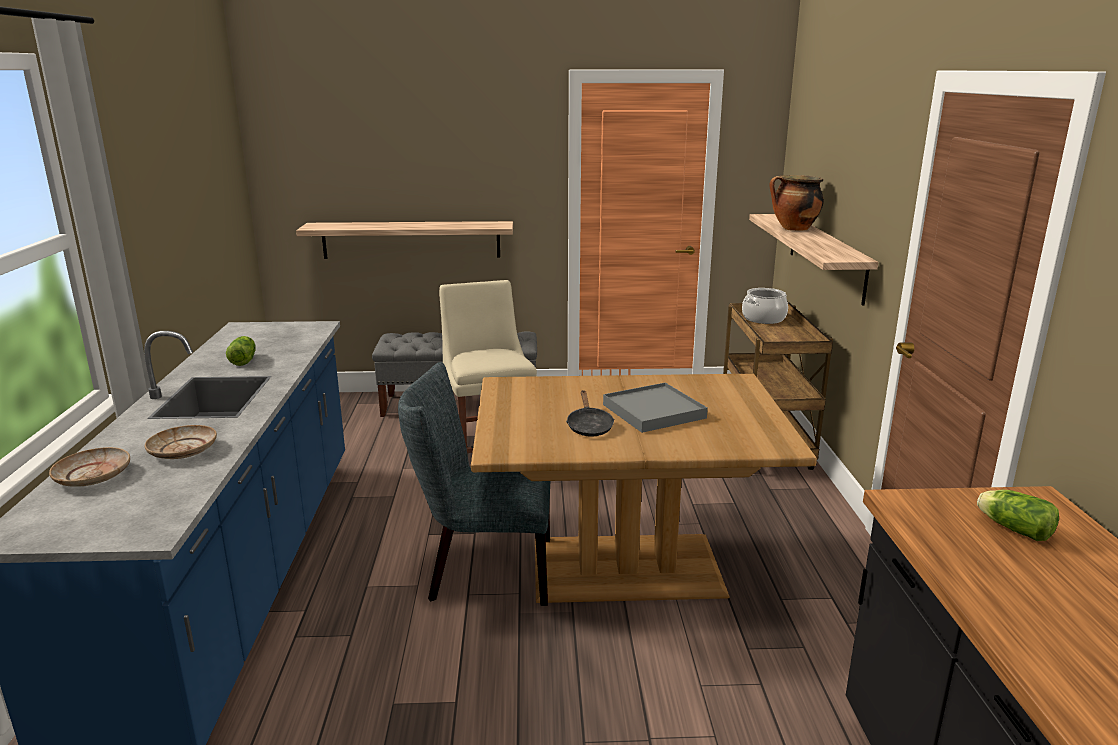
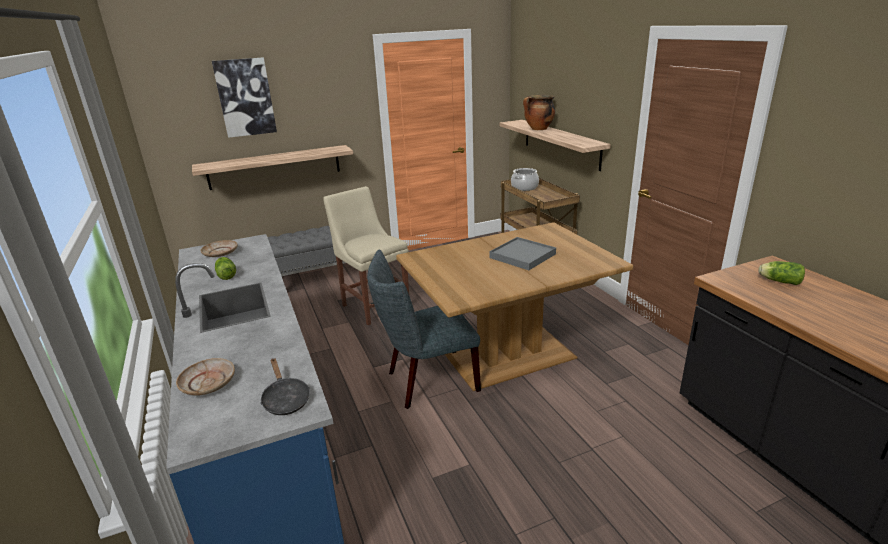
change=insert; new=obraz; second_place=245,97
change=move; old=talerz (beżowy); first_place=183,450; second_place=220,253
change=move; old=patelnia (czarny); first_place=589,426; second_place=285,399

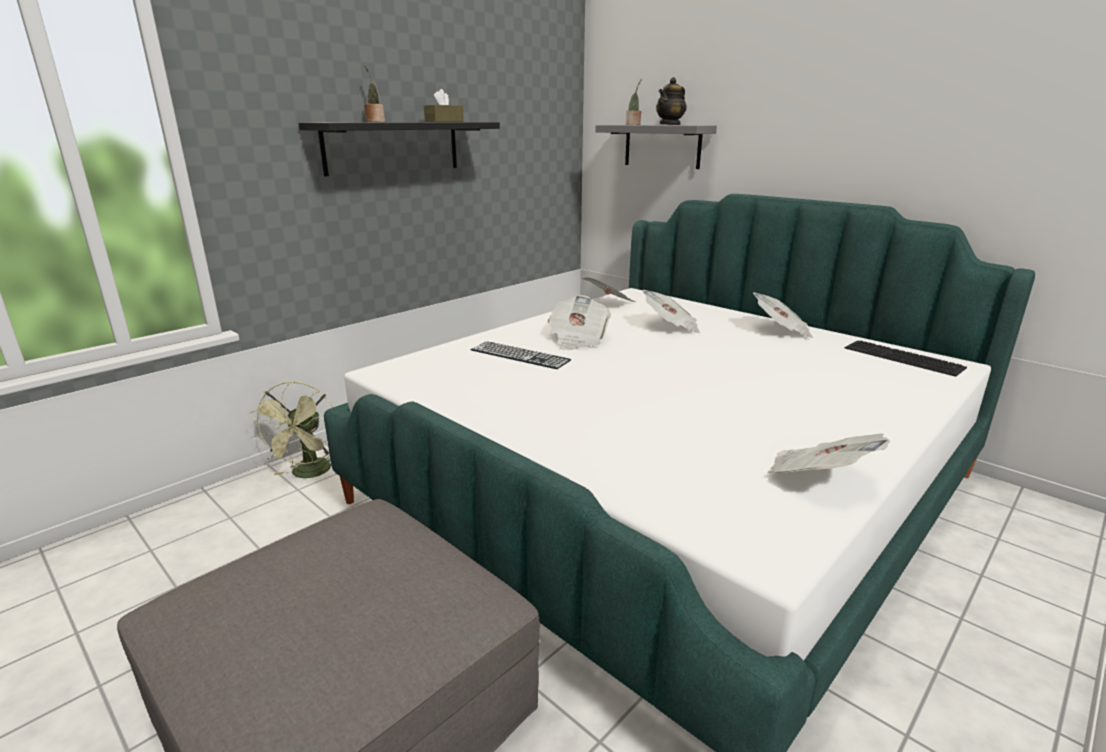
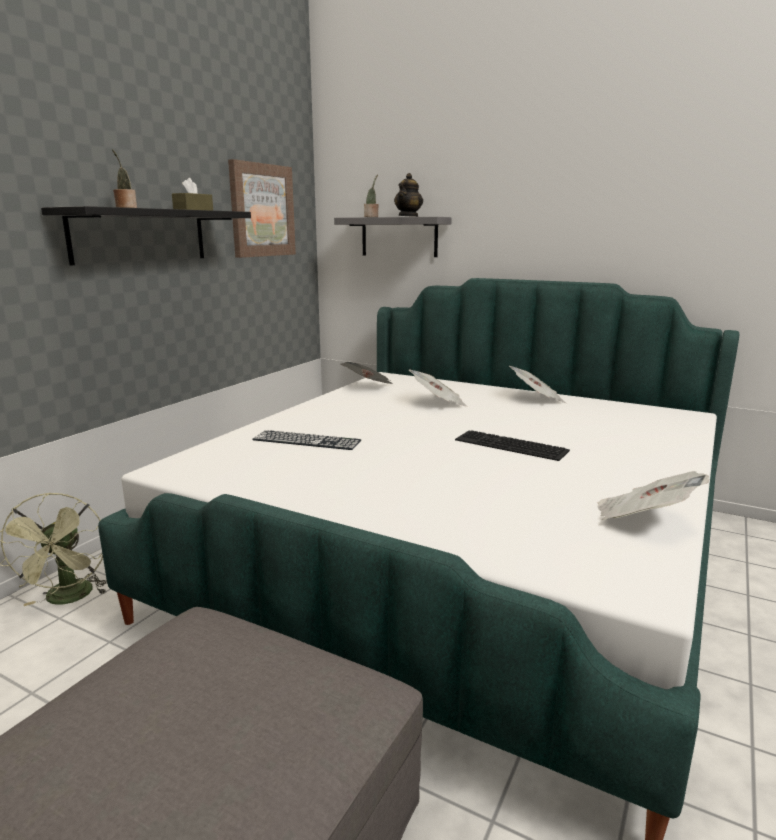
change=delete; old=gazeta; first_place=577,340
change=insert; new=obraz; second_place=262,210
change=move; old=klawiatura; first_place=901,358; second_place=509,445

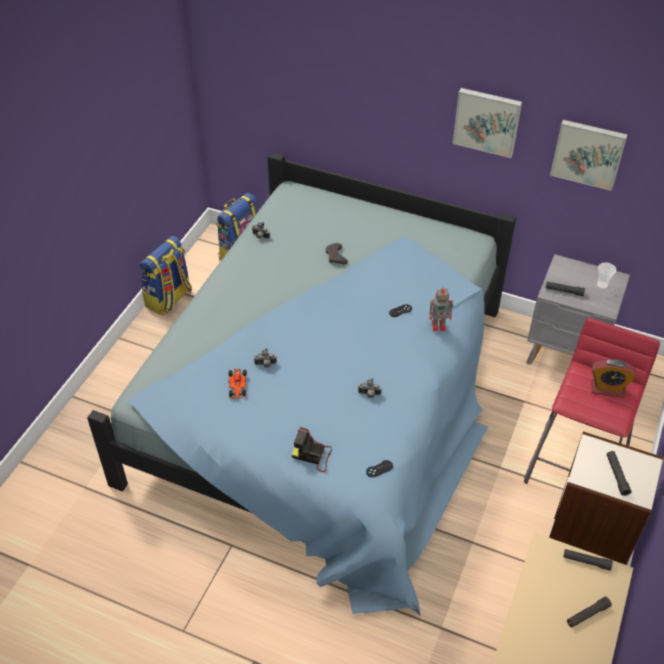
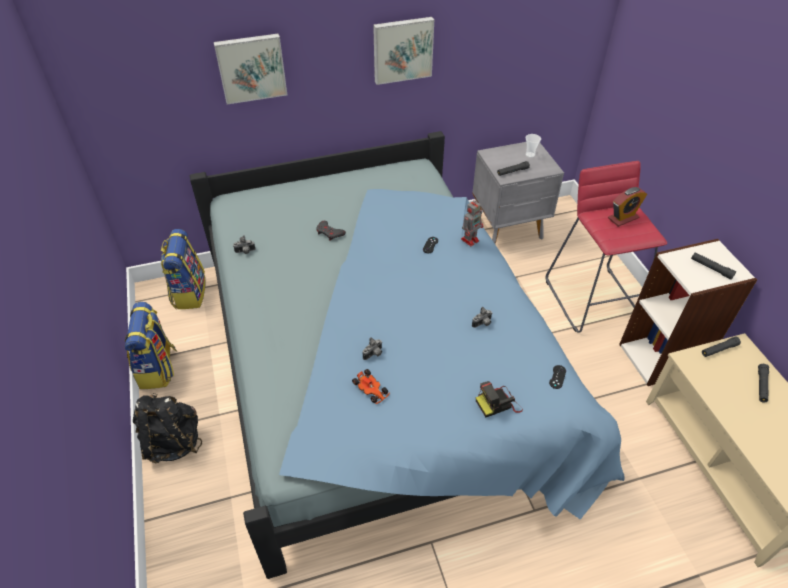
change=insert; new=plecak (czarny); second_place=173,442
change=move; old=obraz; first_place=588,153; second_place=251,67

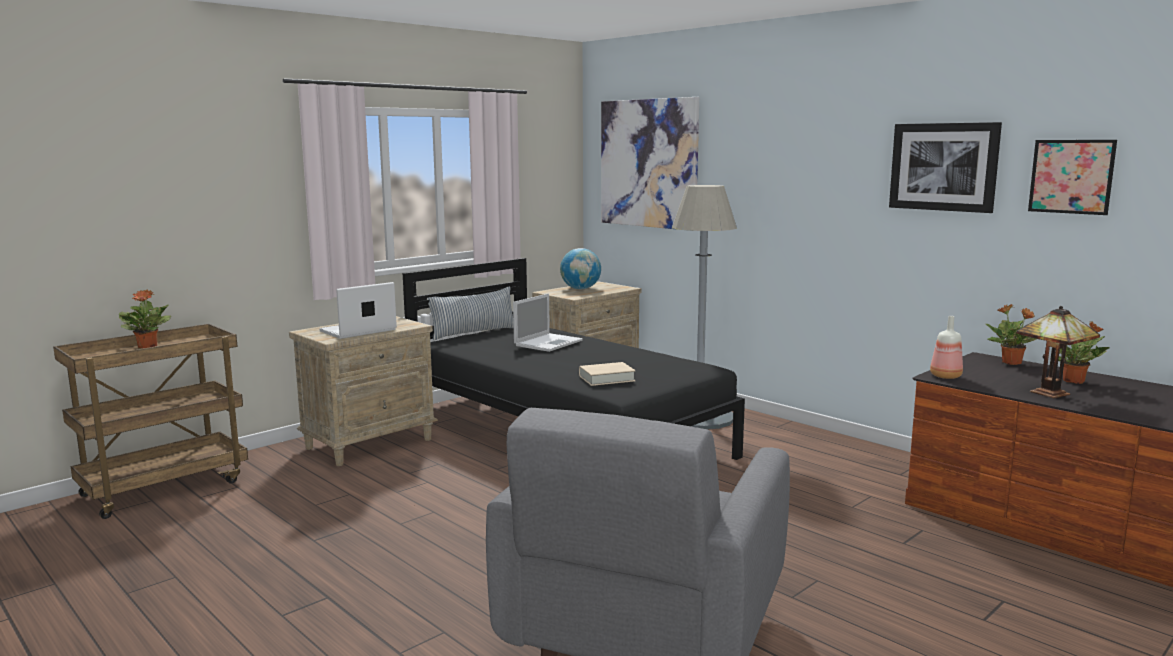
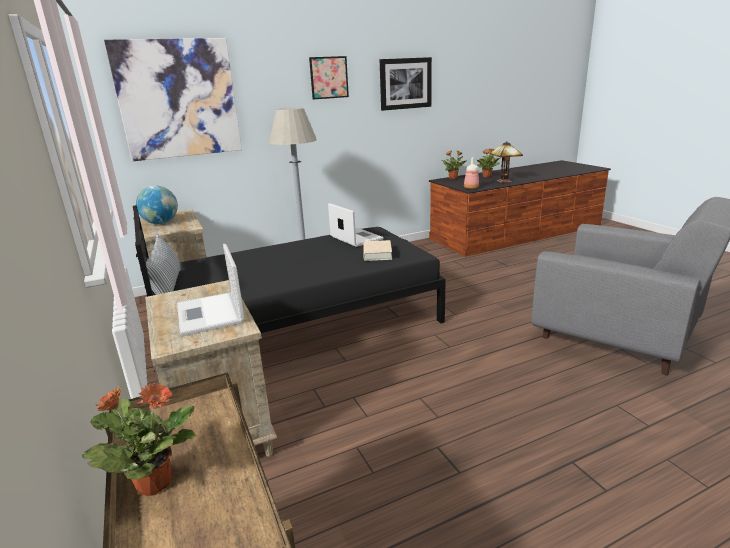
change=move; old=laptop; first_place=549,343; second_place=355,238
change=move; old=obraz; first_place=1071,176; second_place=329,77

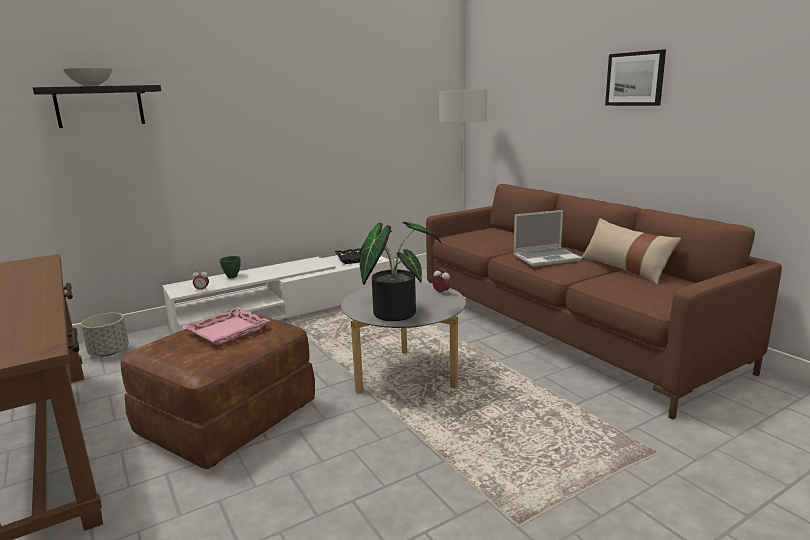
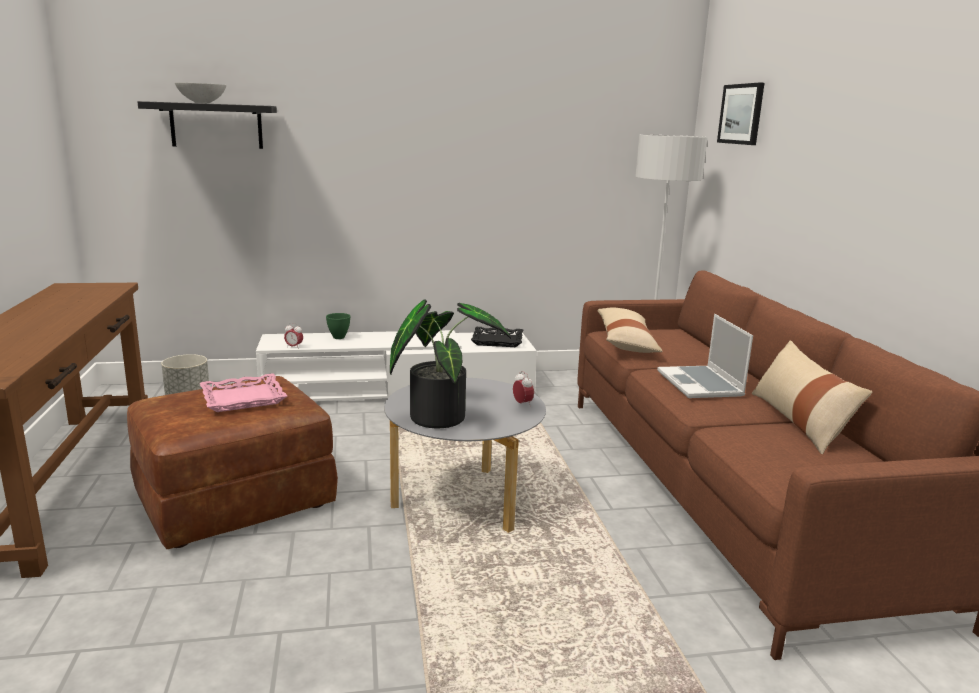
change=insert; new=poduszka (beżowy); second_place=626,342
change=move; old=obraz; first_place=635,79; second_place=741,114
change=rotate; old=laptop; first_place=546,258; second_place=701,384; degrees=75

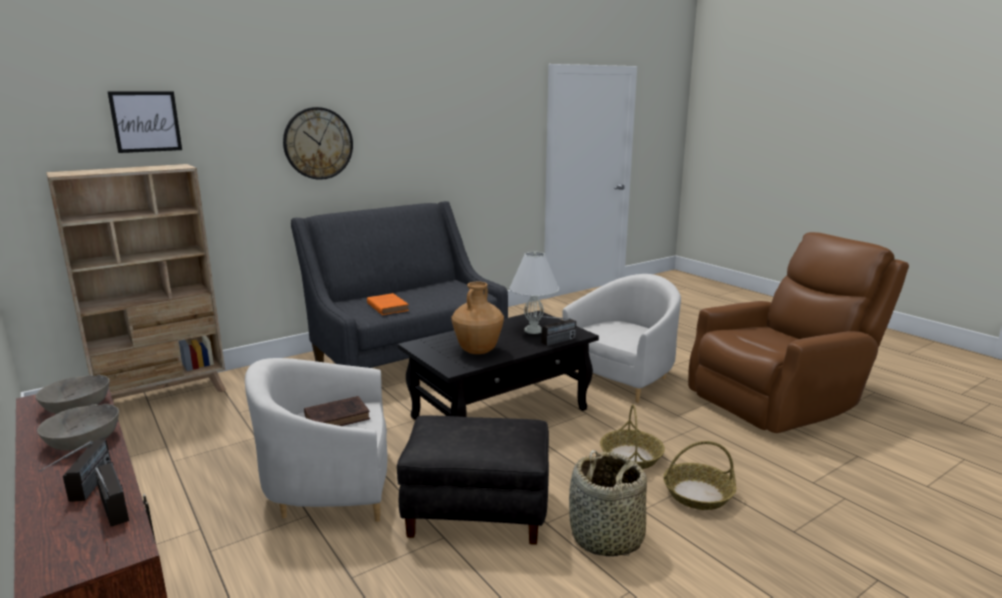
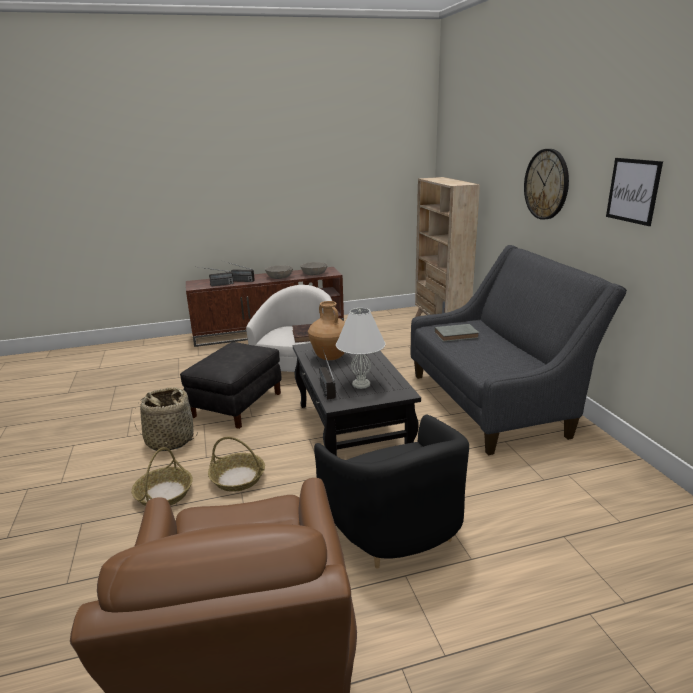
change=move; old=obraz; first_place=146,121; second_place=633,191
change=recolor; old=książka (pomarańczowy); new=książka (szary); first_place=387,307; second_place=457,335
change=recolor; old=fotel (biały); new=fotel (czarny); first_place=622,376; second_place=396,529

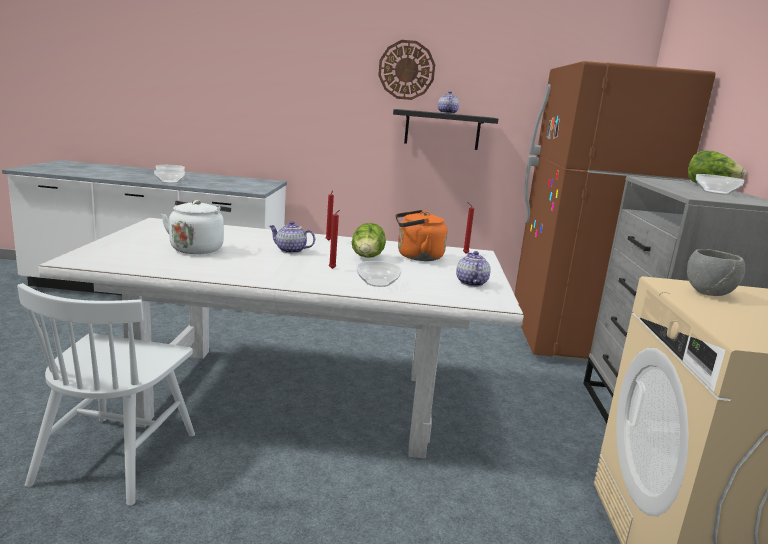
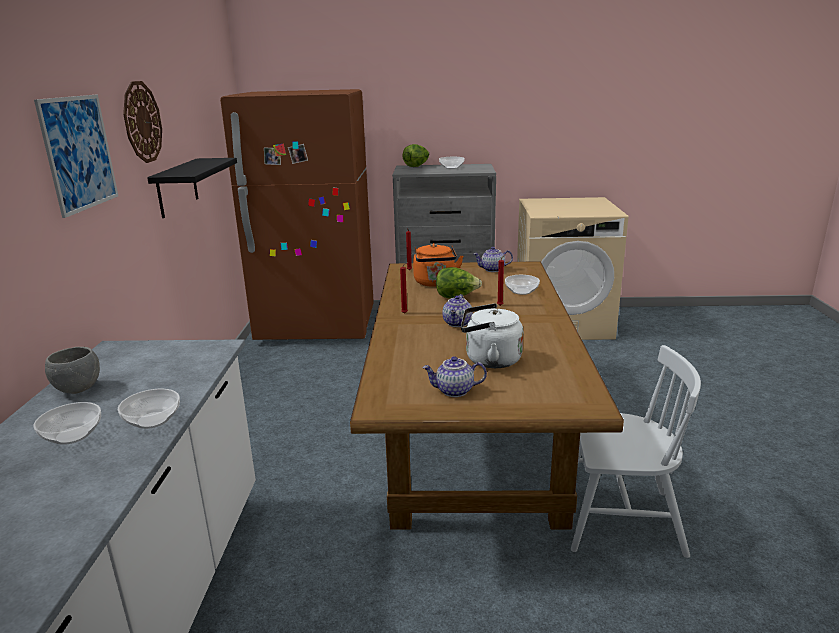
change=insert; new=obraz; second_place=79,153
change=move; old=imbryk; first_place=446,113; second_place=454,391
change=move; old=miska (szary); first_place=709,294; second_place=78,389
change=recolor; old=stół jadalny (biały); new=stół jadalny (brązowy); first_place=293,397; second_place=472,445

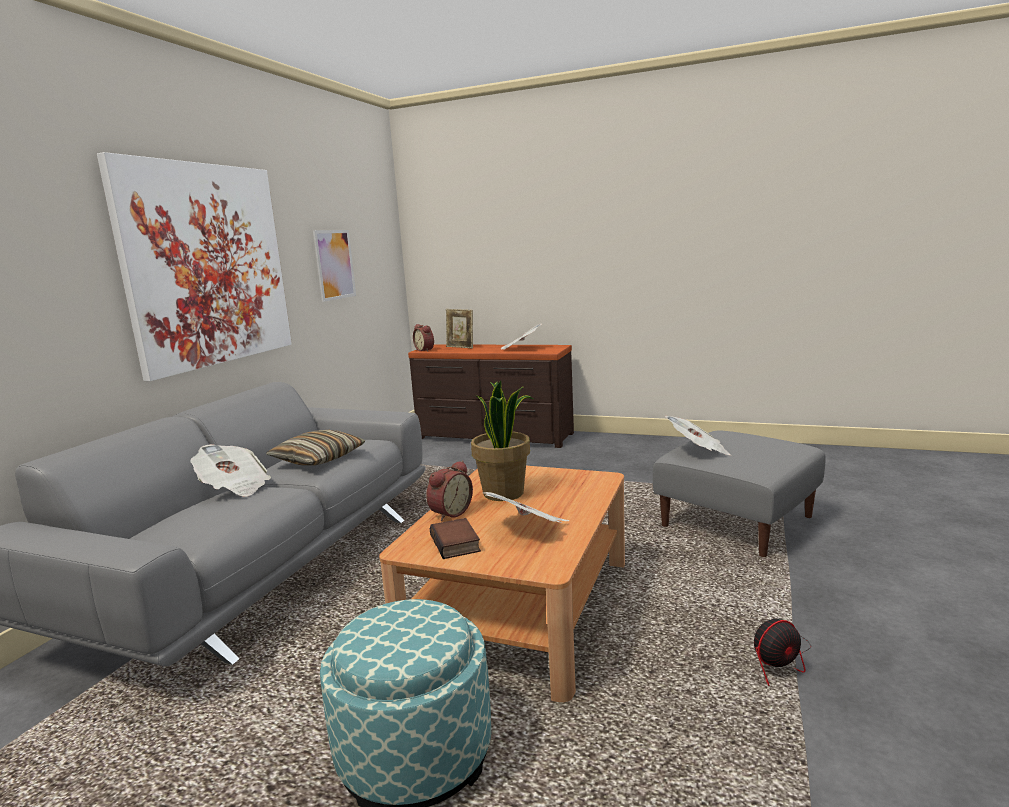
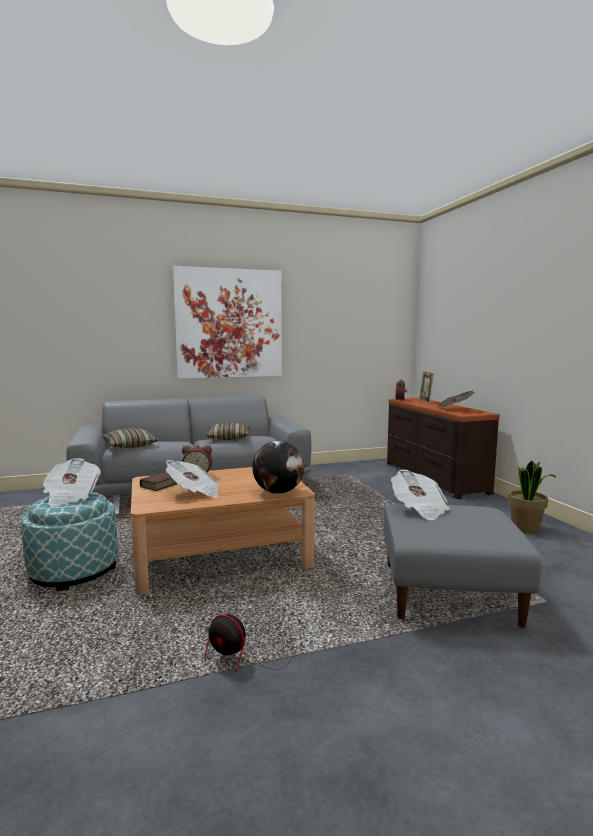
change=delete; old=obraz; first_place=334,264
change=insert; new=poduszka; second_place=130,445
change=insert; new=globus; second_place=278,492
change=move; old=gazeta; first_place=234,487; second_place=71,496
change=move; old=roślina doniczkowa; first_place=504,493; second_place=526,528

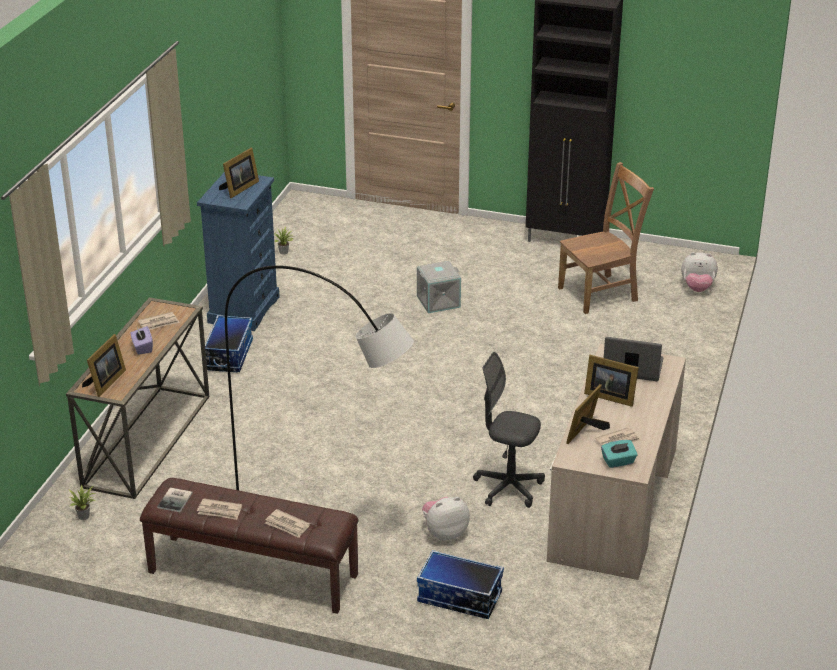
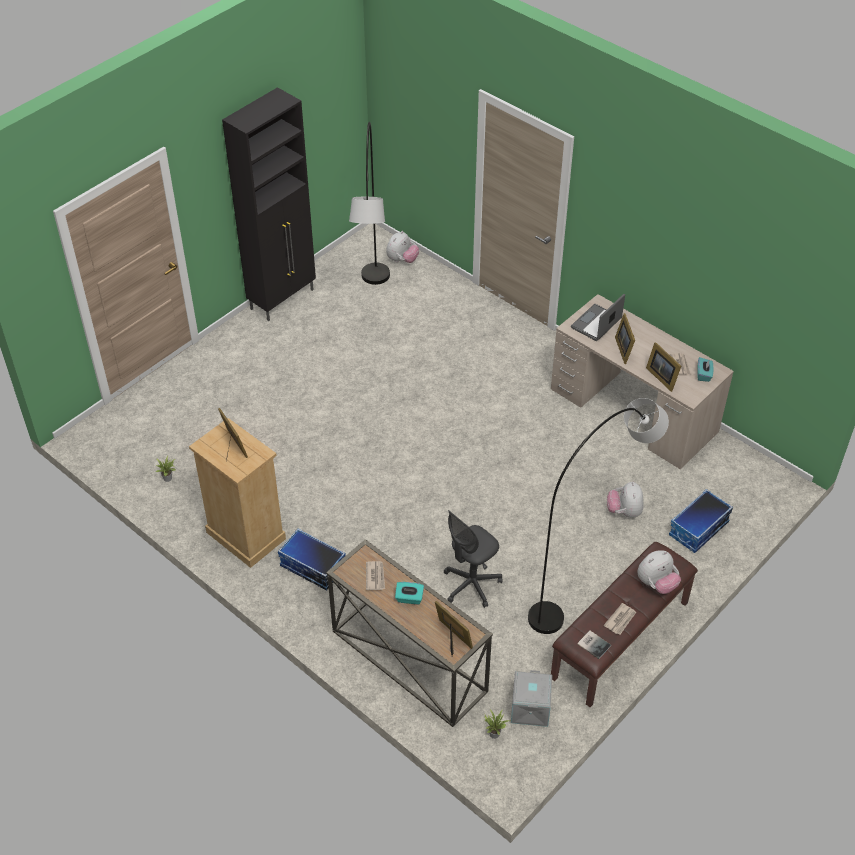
change=move; old=pojemnik do przechowywania (szary); first_place=438,301; second_place=529,708
change=move; old=krzesło biurowe (szary); first_place=508,488; second_place=471,585
change=replace; old=gazeta; new=pluszak; first_place=287,525; second_place=656,584
change=replace; old=krzesło (brązowy); new=lampa stojąca (szary); first_place=601,293; second_place=374,312
change=recolor; old=pudełko chusteczek (fioletowy); new=pudełko chusteczek (turkusowy); first_place=142,348; second_place=409,598
change=recolor; old=komoda (niebieski); new=komoda (beżowy); first_place=243,309; second_place=245,535
change=rotate; old=ramka na zdjęcie; first_place=609,396; second_place=625,349; degrees=120

